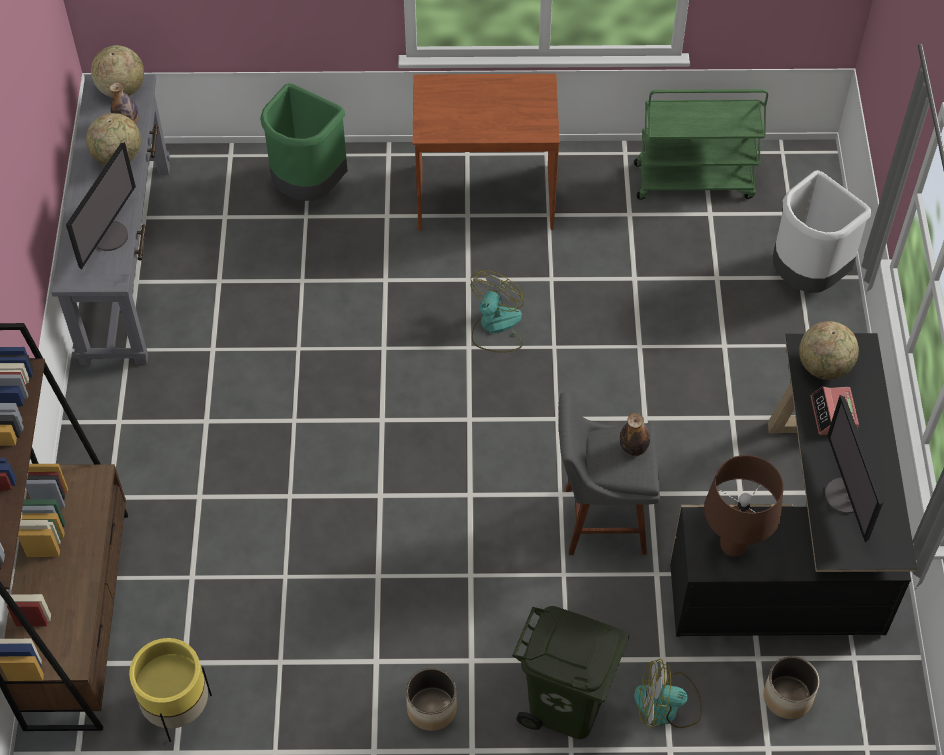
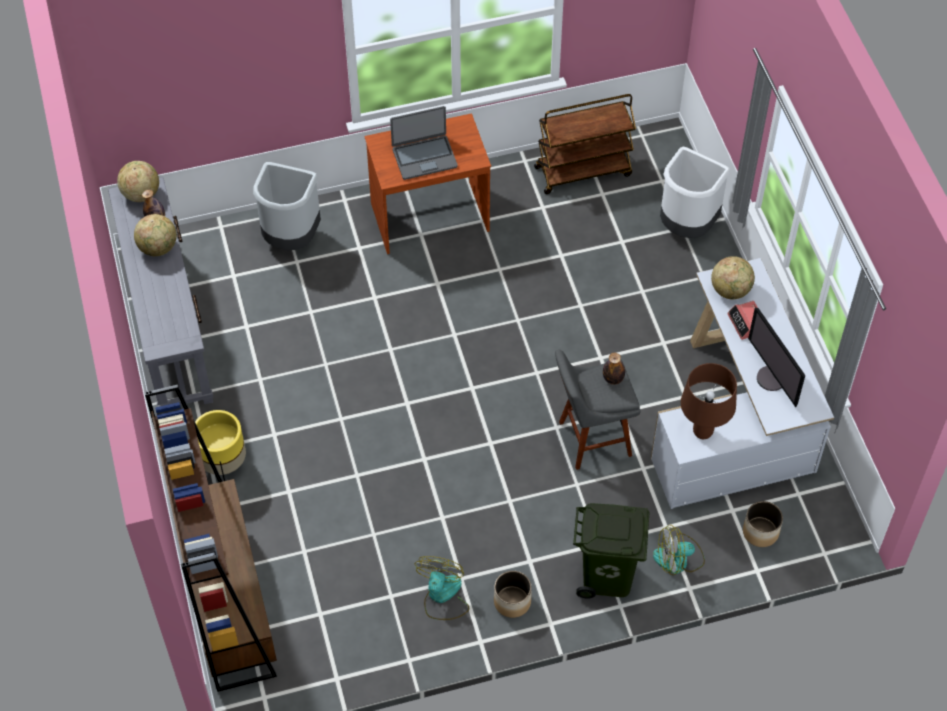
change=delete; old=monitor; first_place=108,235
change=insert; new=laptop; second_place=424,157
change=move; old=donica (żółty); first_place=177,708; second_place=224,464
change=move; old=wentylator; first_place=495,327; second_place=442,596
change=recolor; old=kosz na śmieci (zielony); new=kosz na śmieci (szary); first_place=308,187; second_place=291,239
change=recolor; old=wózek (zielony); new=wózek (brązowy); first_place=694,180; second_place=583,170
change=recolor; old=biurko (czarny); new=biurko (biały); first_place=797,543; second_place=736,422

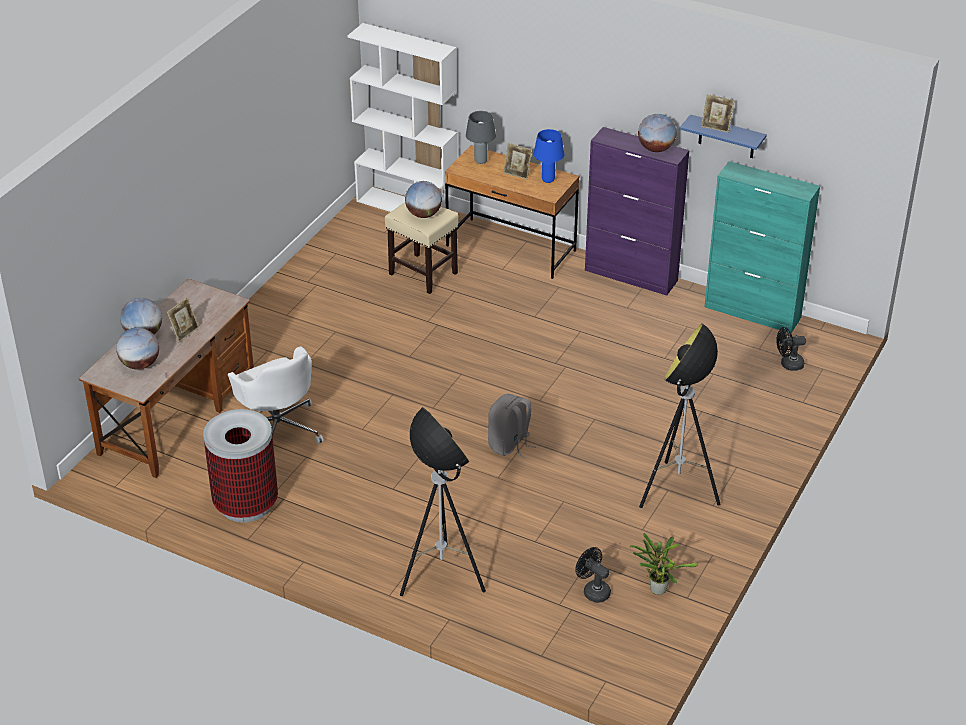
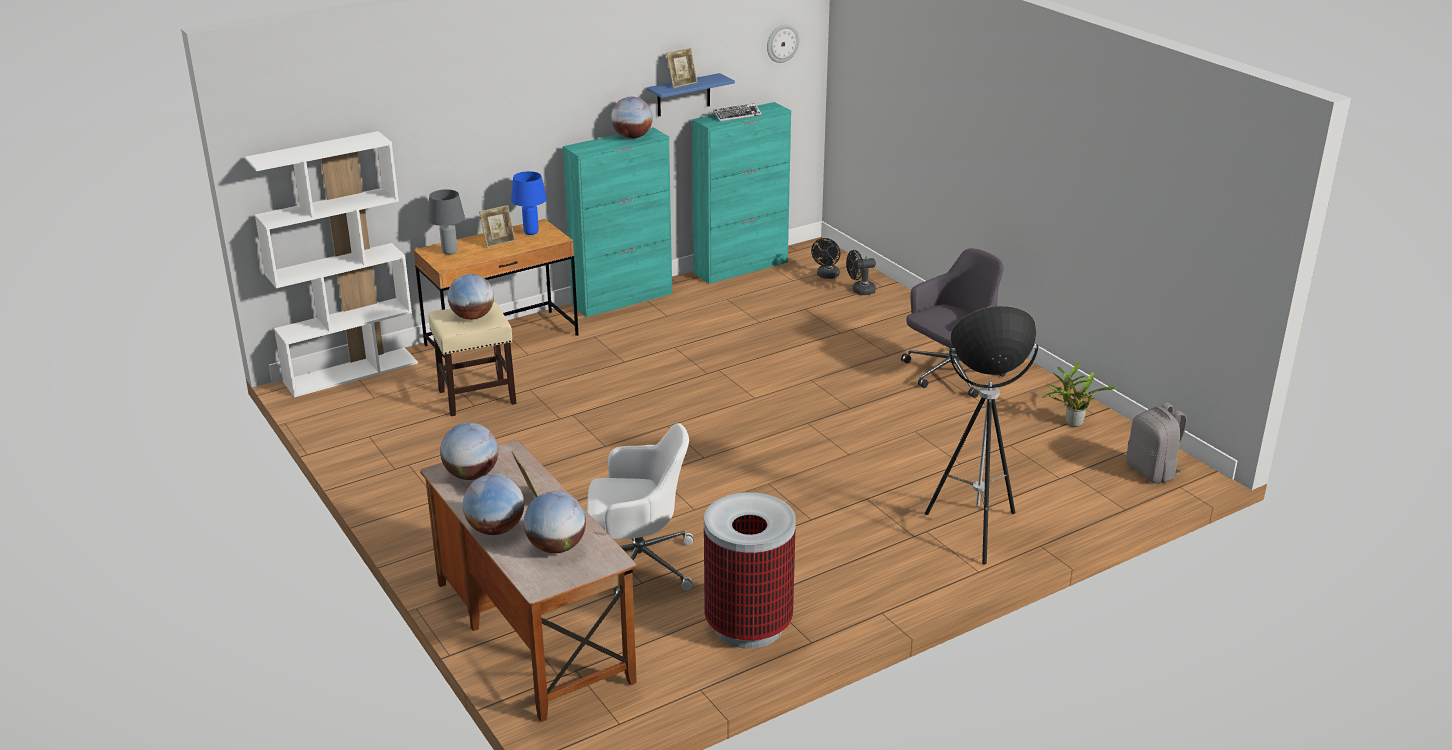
change=insert; new=globus; second_place=472,475
change=insert; new=klawiatura; second_place=737,115
change=insert; new=zegar ścienny; second_place=782,43
change=move; old=plecak (szary); first_place=510,445; second_place=1152,472
change=move; old=wentylator (czarny); first_place=593,591; second_place=860,291
change=replace; old=lampa stojąca; new=krzesło biurowe (szary); first_place=677,492; second_place=950,374
change=recolor; old=szafka (fioletowy); new=szafka (turkusowy); first_place=631,275; second_place=623,299

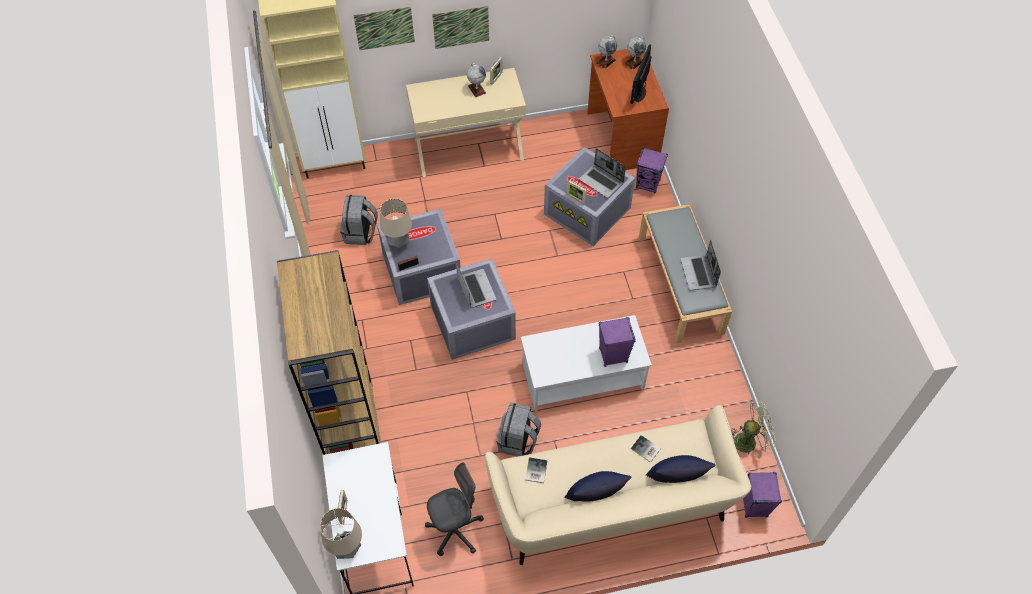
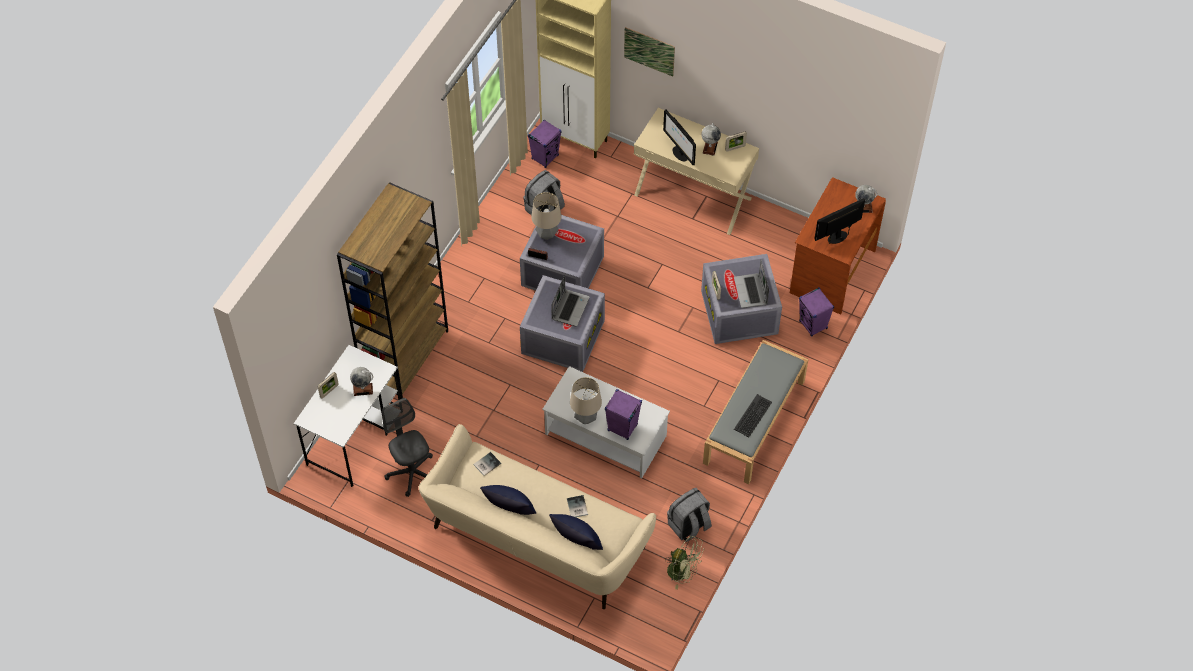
change=delete; old=obraz; first_place=461,27
change=insert; new=monitor; second_place=679,153
change=move; old=lampa stołowa; first_place=347,549; second_place=586,418
change=move; old=plecak (szary); first_place=518,441; second_place=689,526
change=move; old=globus; first_place=606,61; second_place=363,389
change=move; old=głośnik (fioletowy); first_place=754,505; second_place=545,157
change=replace; old=laptop; new=klawiatura; first_place=699,273; second_place=753,416
change=rotate; old=krzesło biurowe (szary); first_place=455,530; second_place=411,473; degrees=-135

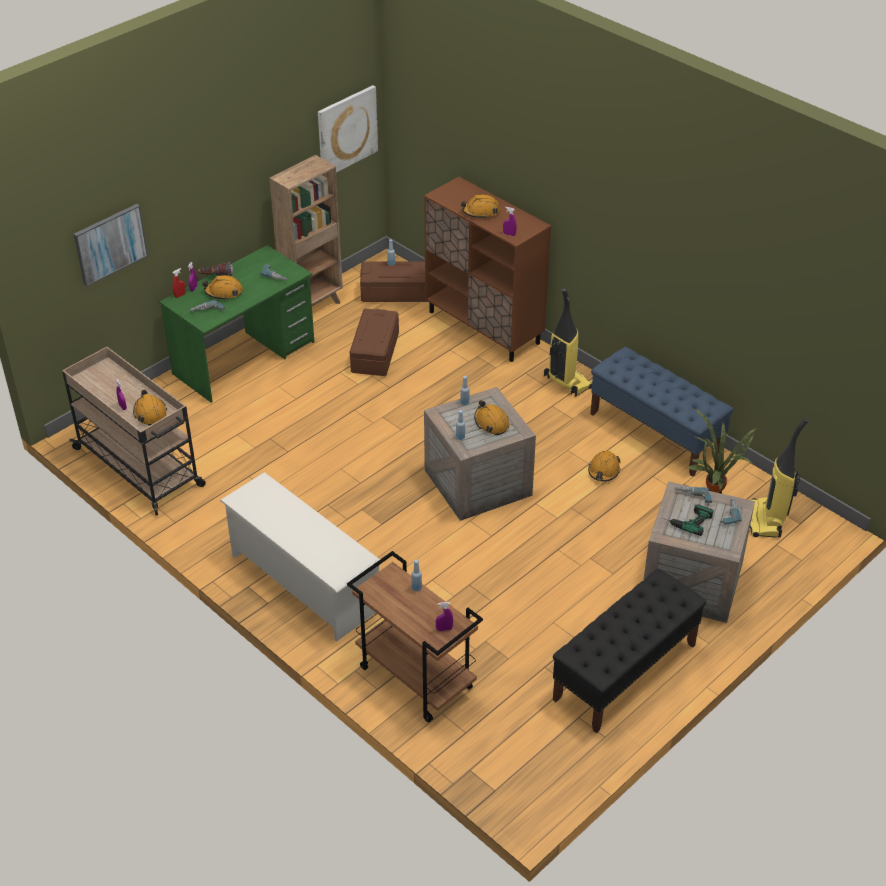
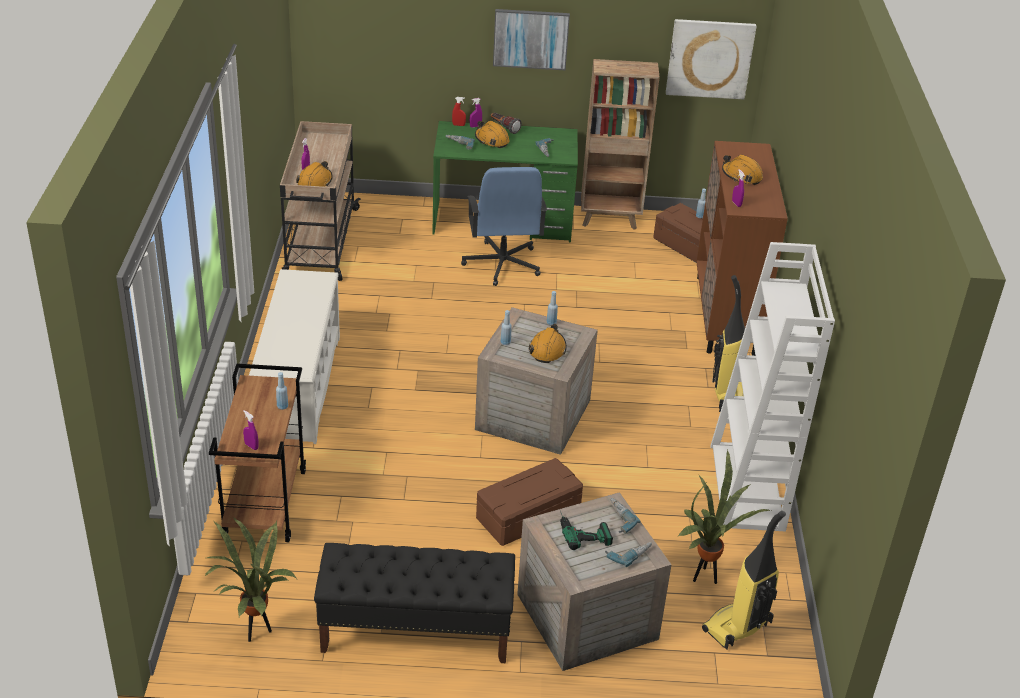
change=delete; old=kask (pomarańczowy); first_place=603,471
change=insert; new=roślina doniczkowa; second_place=255,632
change=insert; new=krzesło biurowe (niebieski); second_place=502,264
change=move; old=obraz; first_place=110,244; second_place=530,39
change=move; old=pojemnik do przechowywania (brązowy); first_place=374,352; second_place=528,514
change=replace; old=ławka (niebieski); new=regał (biały); first_place=656,433; second_place=748,488

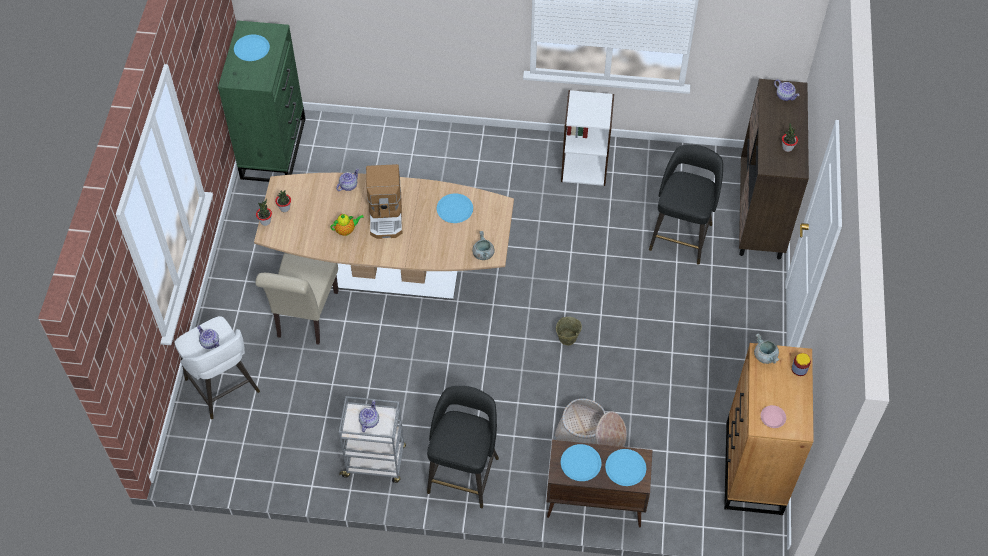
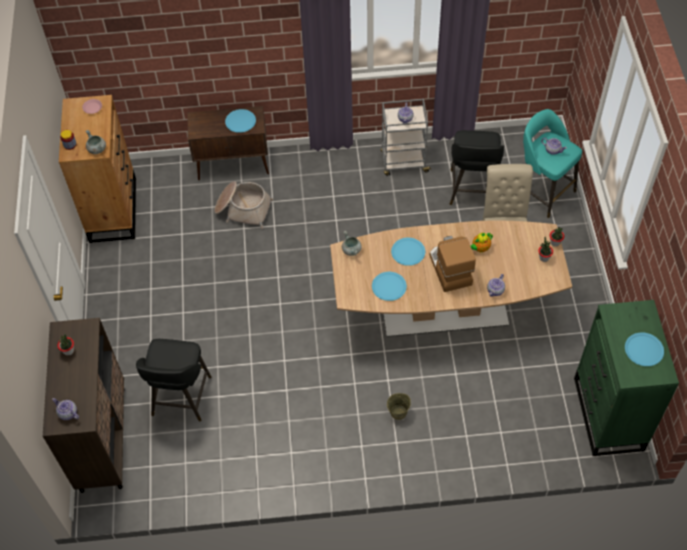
change=delete; old=regał (biały); first_place=584,166
change=move; old=stołek (czarny); first_place=464,473; second_place=472,190
change=move; old=wiadro (beżowy); first_place=567,338; second_place=398,412
change=move; old=talerz (niebieski); first_place=625,468; second_place=408,252
change=recolor; old=stołek (biały); new=stołek (turkusowy); first_place=223,387; second_place=542,191

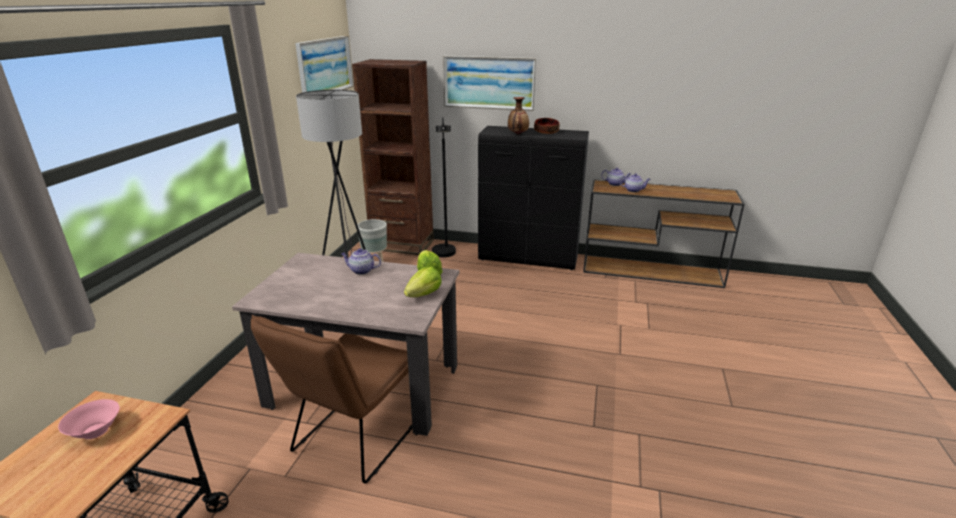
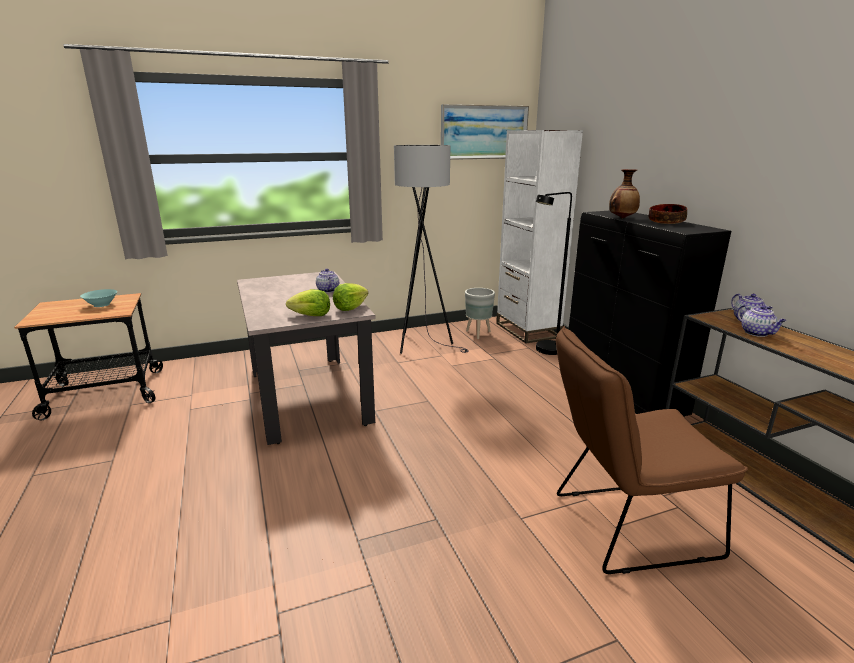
change=delete; old=obraz; first_place=489,82
change=move; old=krzesło (brązowy); first_place=353,439; second_place=624,526
change=recolor; old=miska (różowy); new=miska (turkusowy); first_place=95,430; second_place=102,304
change=recolor; old=regał (brązowy); new=regał (biały); first_place=402,245; second_place=527,330

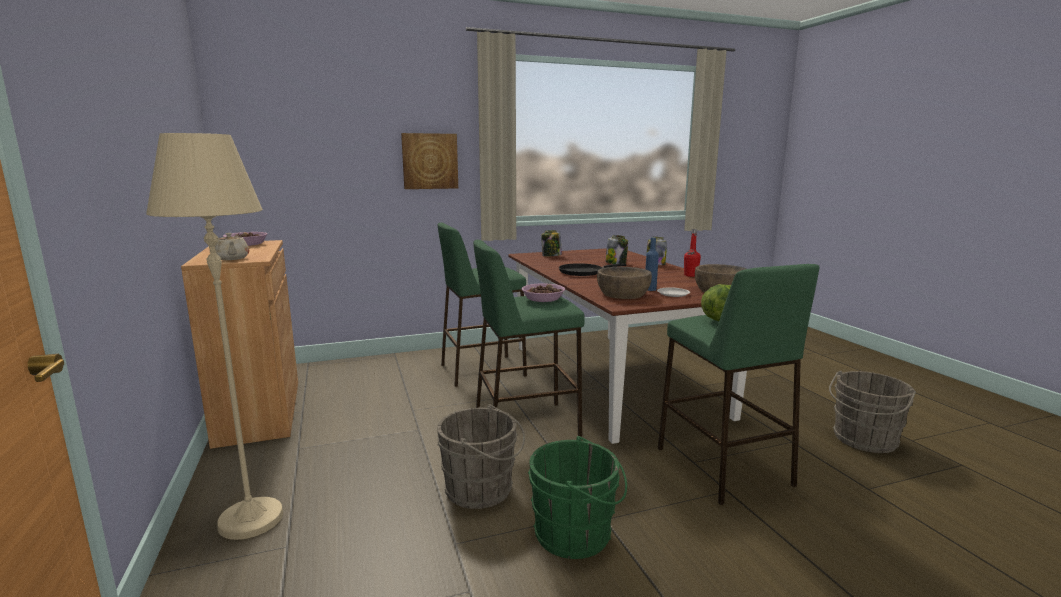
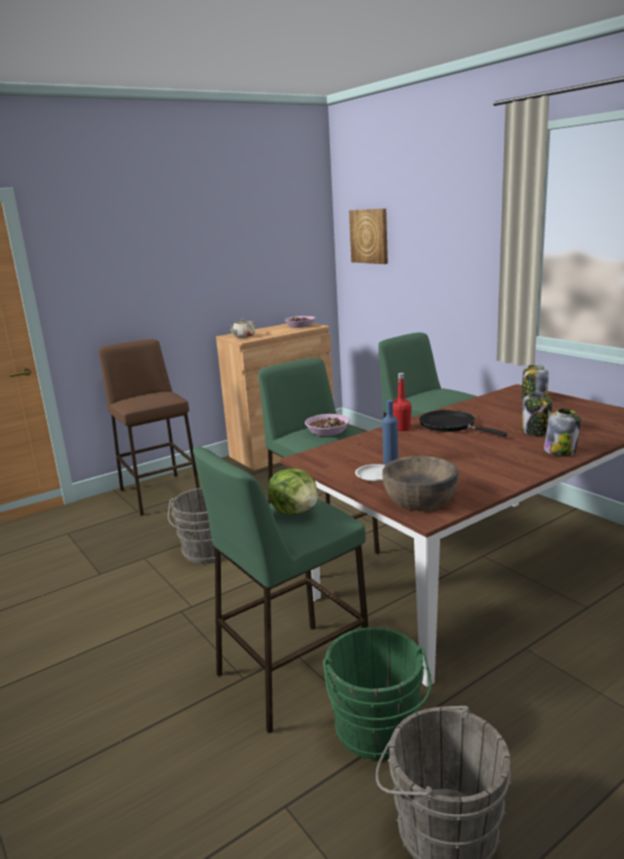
change=delete; old=miska (brązowy); first_place=623,294
change=move; old=obraz; first_place=430,161; second_place=369,236
change=move; old=wiadro (zielony); first_place=577,534; second_place=377,733
change=move; old=butelka (czerwony); first_place=690,275; second_place=401,428
change=replace; old=lampa stojąca (beżowy); new=stołek (brązowy); first_place=251,519; second_place=159,493

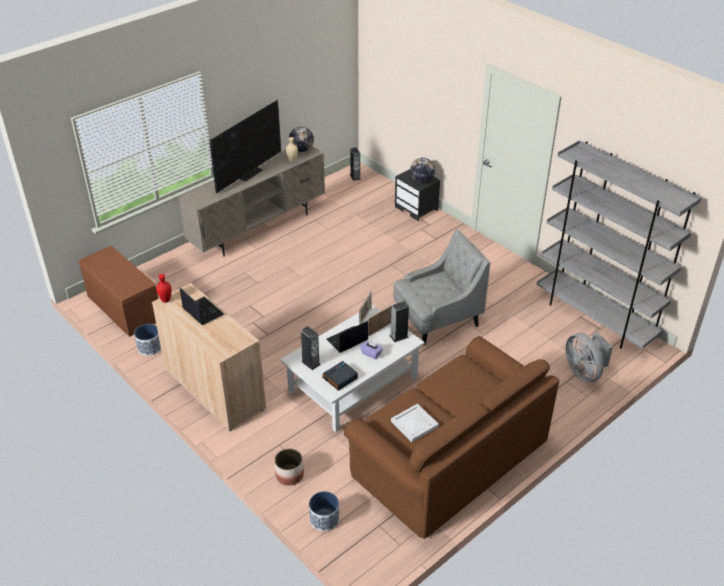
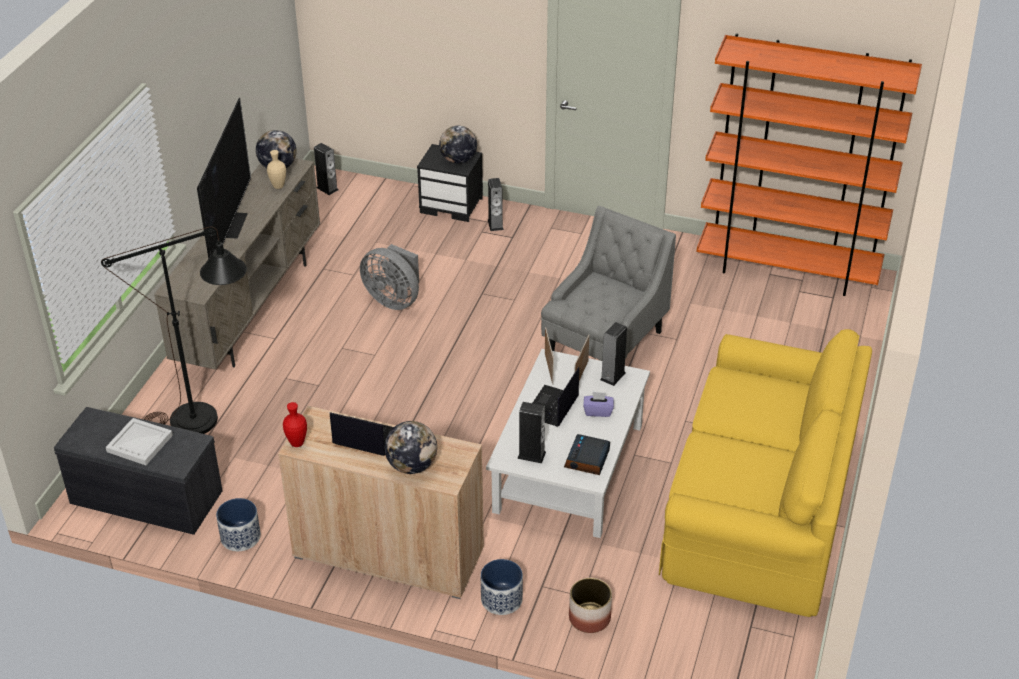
change=insert; new=lampa stojąca (czarny); second_place=208,420
change=insert; new=globus; second_place=412,466
change=insert; new=głośnik; second_place=495,224
change=move; old=donica; first_place=324,519; second_place=502,599
change=move; old=taca (biały); first_place=414,423; second_place=139,443
change=move; old=wentylator (szary); first_place=584,372; second_place=394,300
change=recolor; old=ławka (brązowy); new=ławka (szary); first_place=123,307; second_place=144,498
change=recolor; old=kanapa (brązowy); new=kanapa (żółty); first_place=448,456; second_place=759,506
change=recolor; old=regał (szary); new=regał (pomarańczowy); first_place=595,318; second_place=788,270

